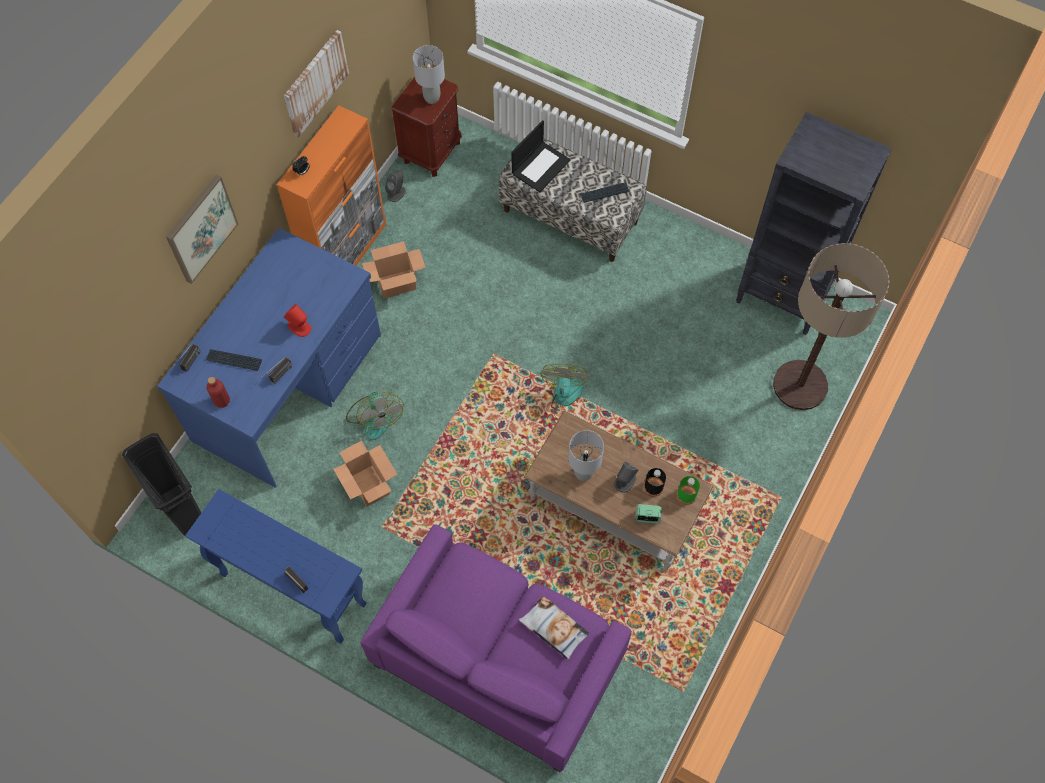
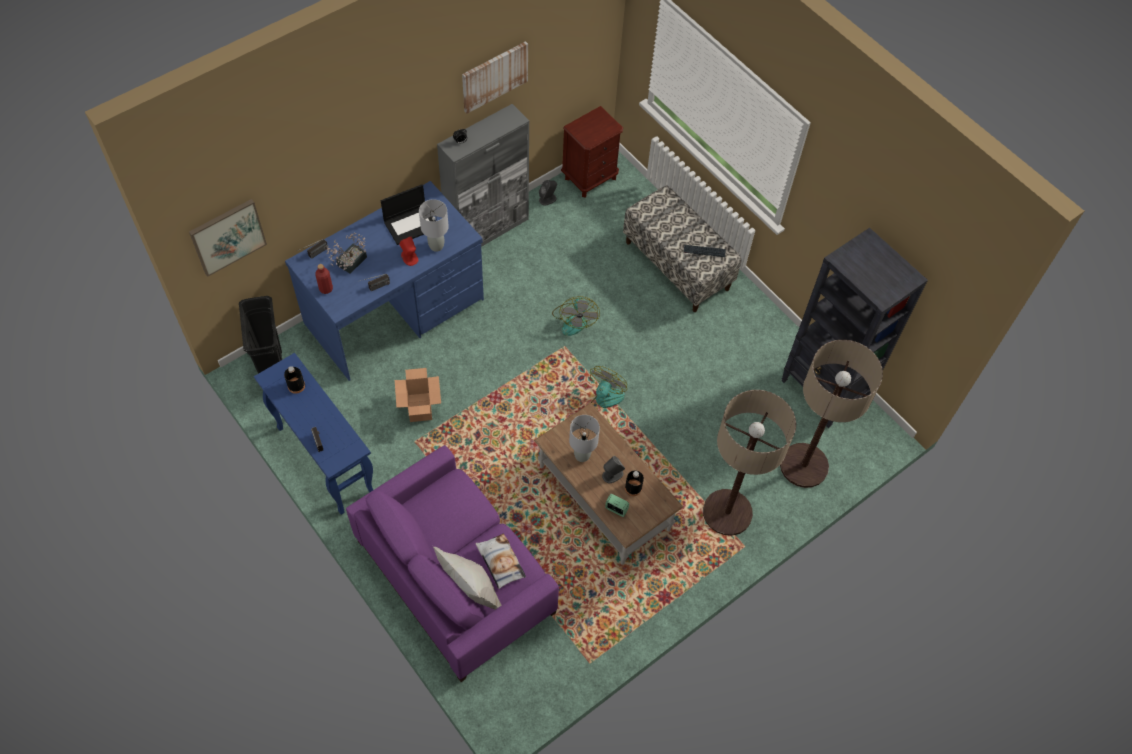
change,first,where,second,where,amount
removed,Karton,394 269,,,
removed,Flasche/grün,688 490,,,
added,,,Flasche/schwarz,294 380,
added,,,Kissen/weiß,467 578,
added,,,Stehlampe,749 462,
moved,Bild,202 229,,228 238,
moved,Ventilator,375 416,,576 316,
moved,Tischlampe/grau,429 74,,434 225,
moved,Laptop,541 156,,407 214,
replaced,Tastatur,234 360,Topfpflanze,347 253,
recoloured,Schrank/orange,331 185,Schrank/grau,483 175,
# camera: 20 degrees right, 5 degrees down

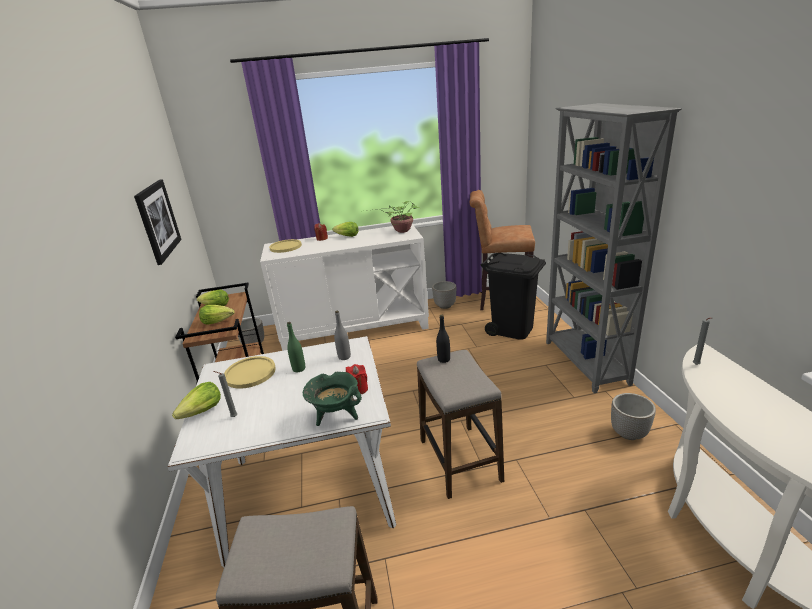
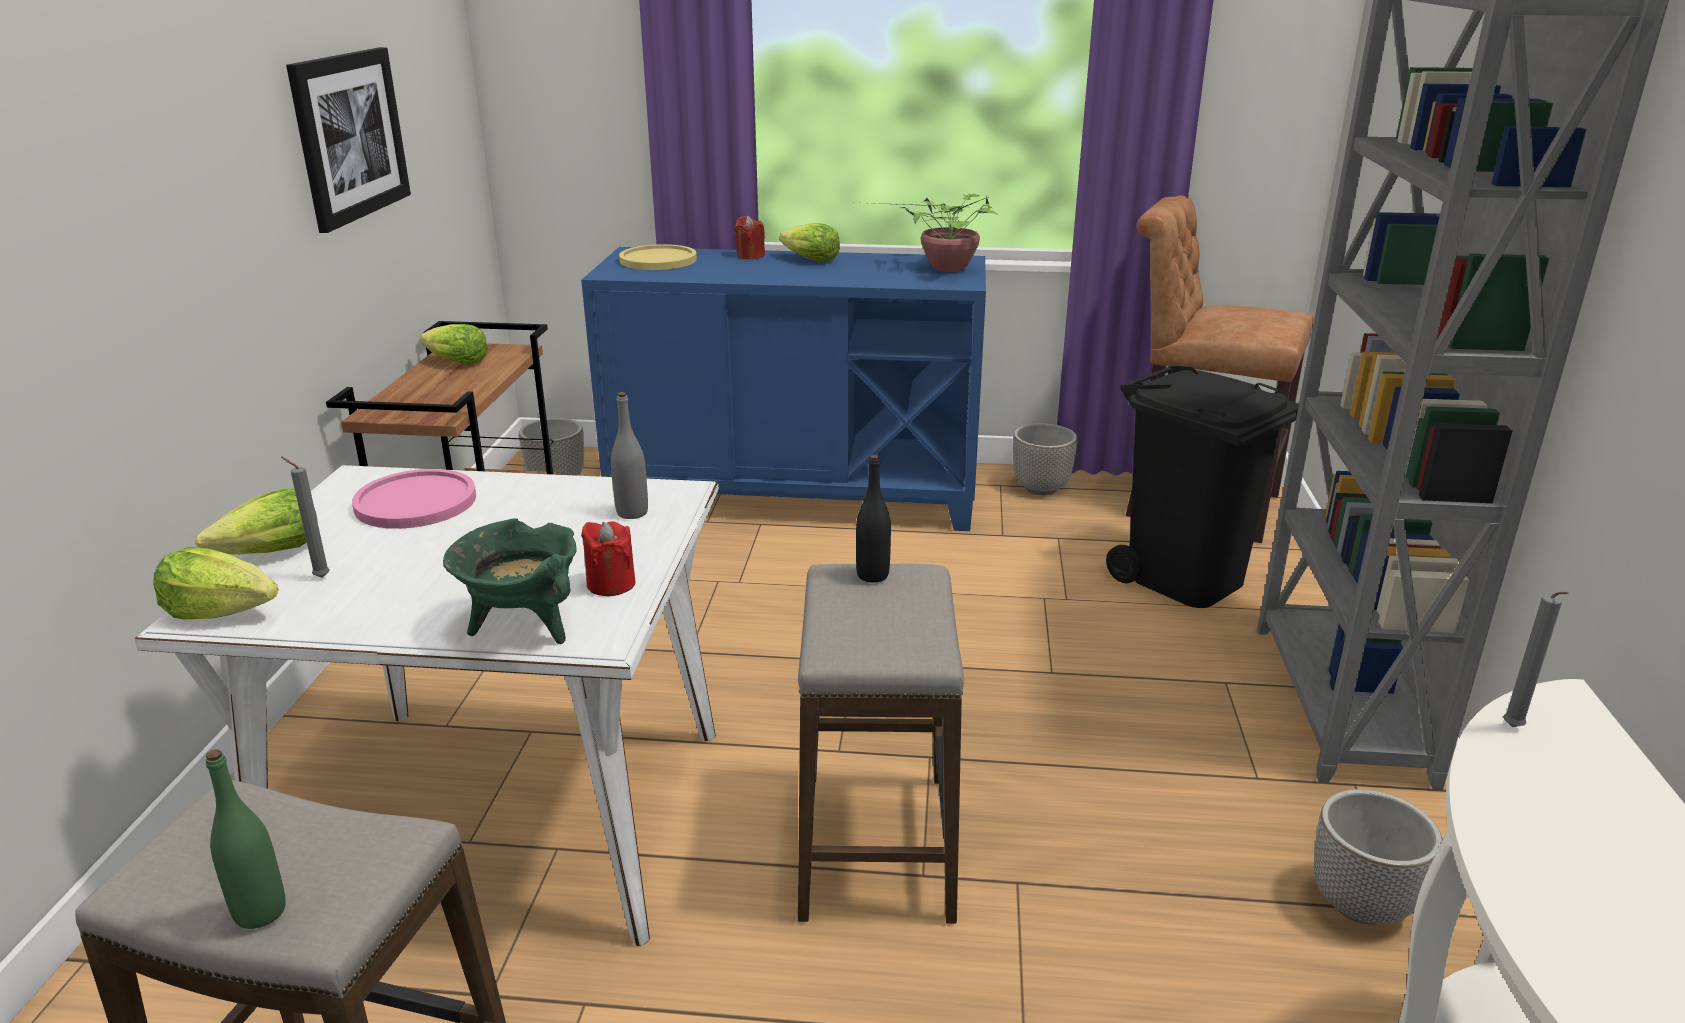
change,first,where,second,where,amount
moved,Salatkopf,217 315,,216 583,
moved,Flasche/grün,296 347,,246 839,
recoloured,Teller/gelb,250 372,Teller/rosa,414 499,
recoloured,Schrank/weiß,344 287,Schrank/blau,783 389,
# camera: 15 degrees right, 0 degrees up

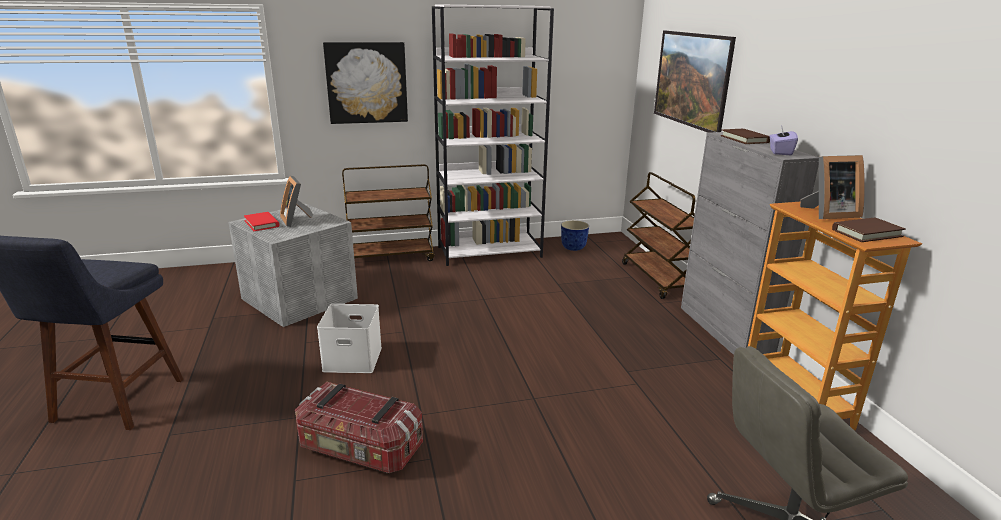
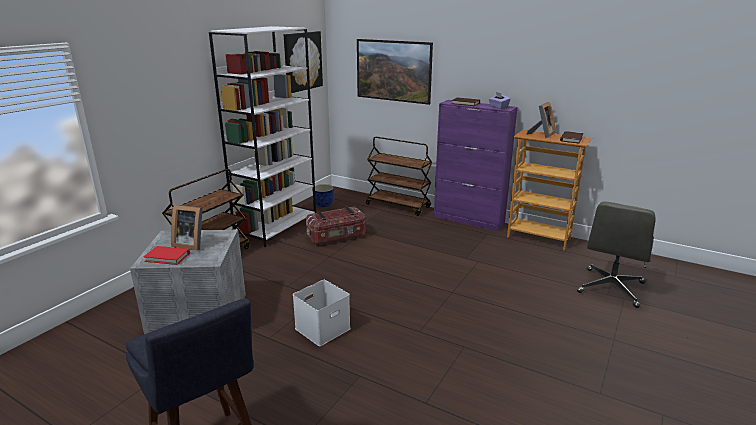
change,first,where,second,where,amount
moved,Aufbewahrungsbox,359 427,,335 226,
moved,Bild,365 83,,303 62,
recoloured,Schrank/grau,750 243,Schrank/lila,476 165,
# camera: 45 degrees left, 0 degrees up

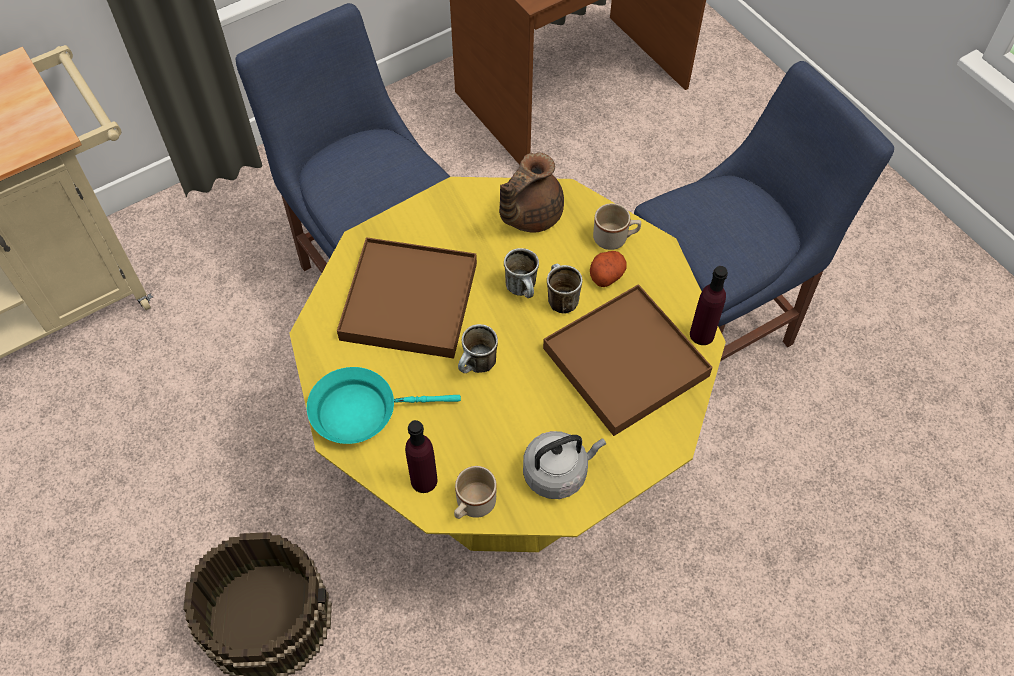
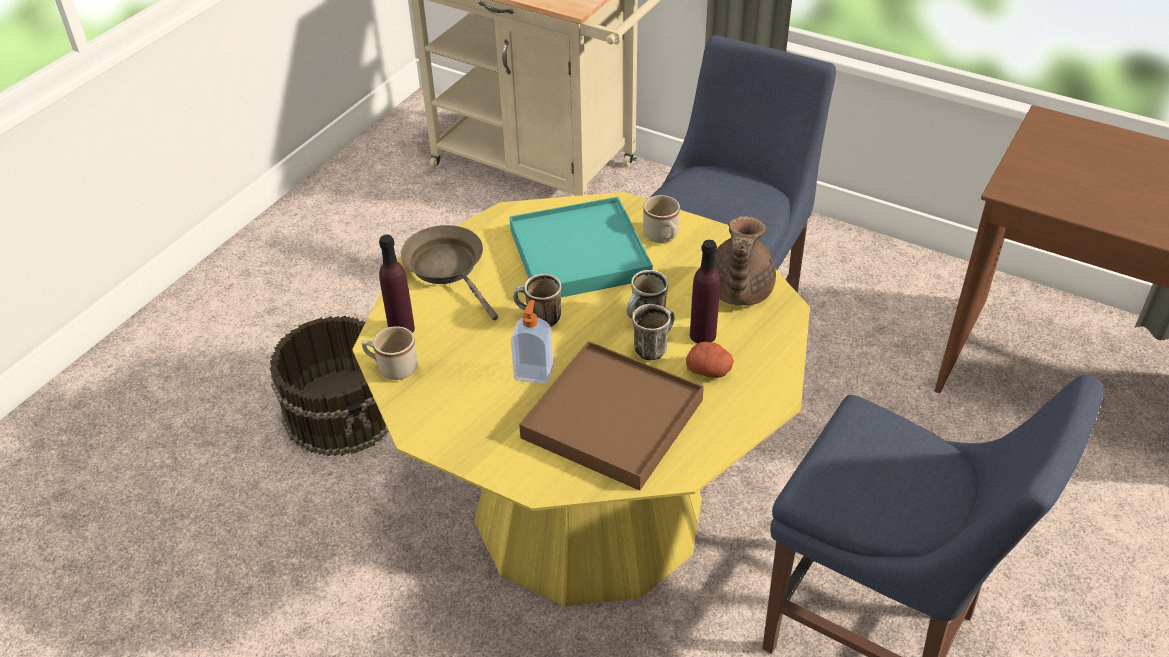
change,first,where,second,where,amount
removed,Wasserkessel/grau,564 465,,,
added,,,Seifenspender,532 342,
moved,Henkelbecher/beige,617 226,,661 219,
moved,Flasche/lila,709 305,,705 291,
recoloured,Pfanne/türkis,384 405,Pfanne/braun,449 272,
recoloured,Tablett/braun,407 297,Tablett/türkis,581 247,
turned,Teekanne/braun,531 192,,745 261,90 degrees counterclockwise
# camera: 65 degrees right, 15 degrees down

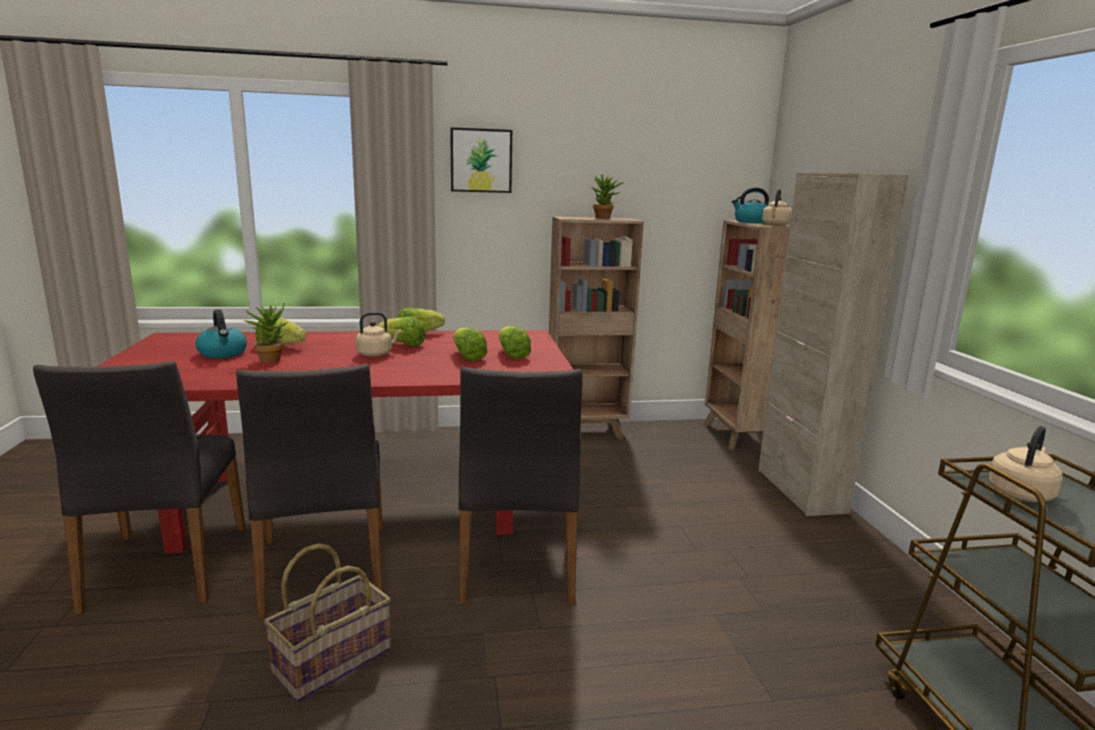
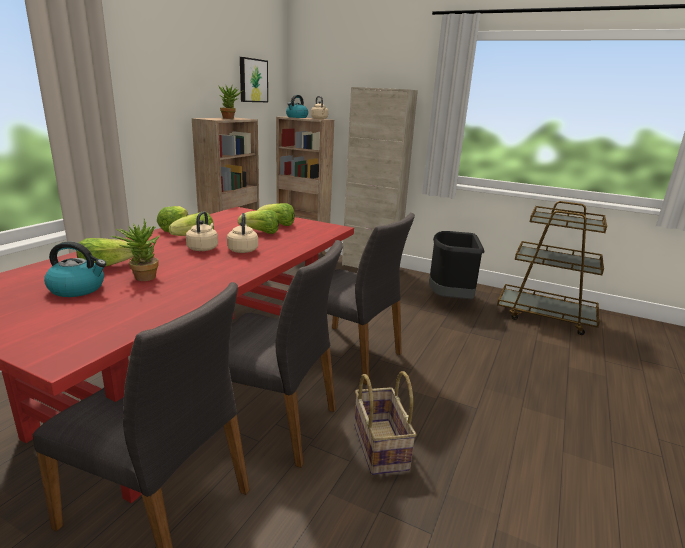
change,first,where,second,where,amount
added,,,Mülleimer/schwarz,456 265,
moved,Bild,481 160,,254 79,
moved,Wasserkessel/beige,1025 464,,242 233,
# camera: 55 degrees left, 5 degrees up

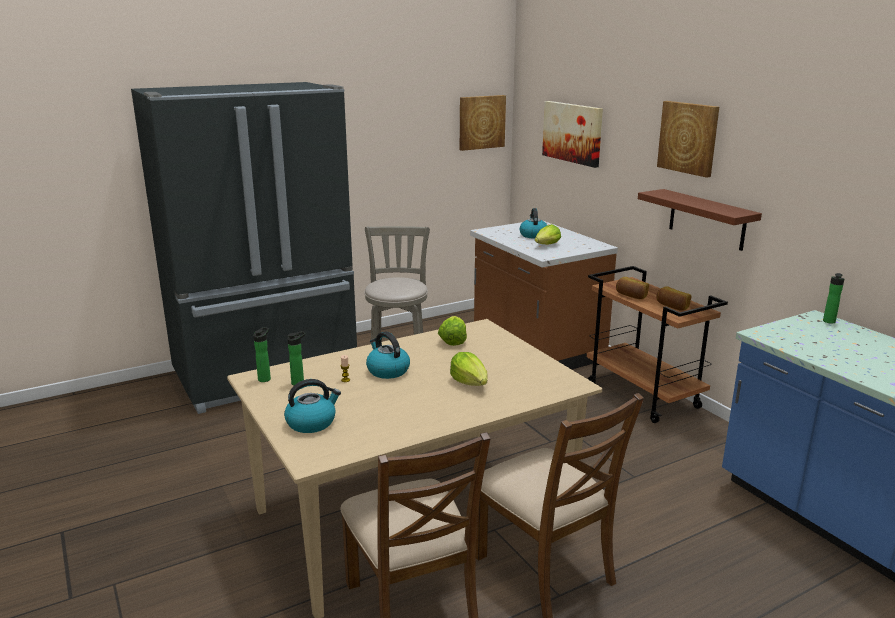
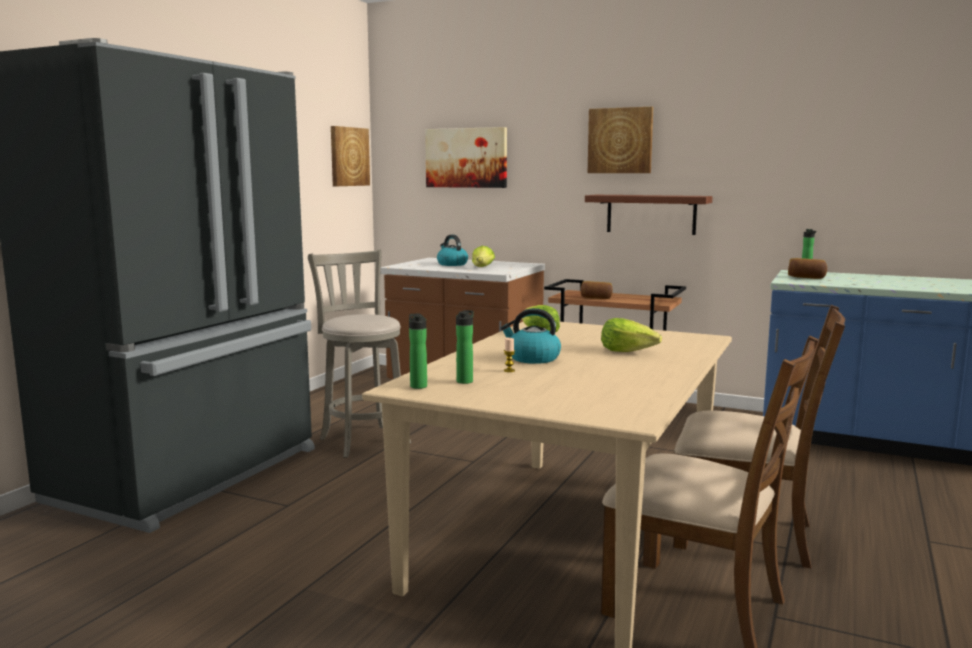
change,first,where,second,where,amount
removed,Wasserkessel,312 406,,,
moved,Brot,674 298,,807 268,
# camera: 35 degrees left, 10 degrees down

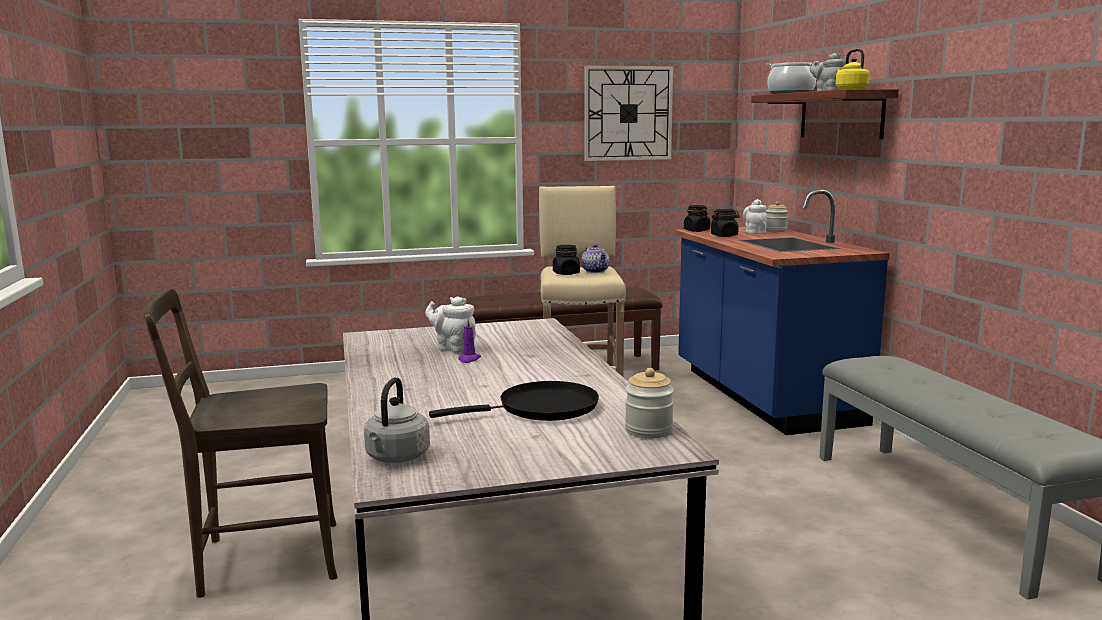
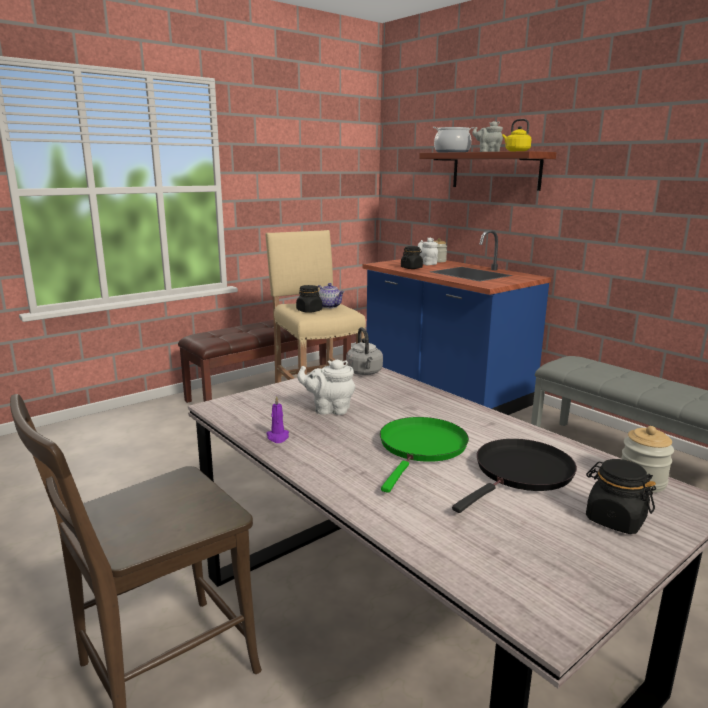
change,first,where,second,where,amount
removed,Wanduhr,628 113,,,
added,,,Pfanne/grün,424 455,
moved,Wasserkessel/grau,397 420,,364 351,
moved,Kerze/lila,469 341,,277 419,
moved,Vorratsglas/schwarz,697 218,,621 496,
# camera: 25 degrees left, 5 degrees up

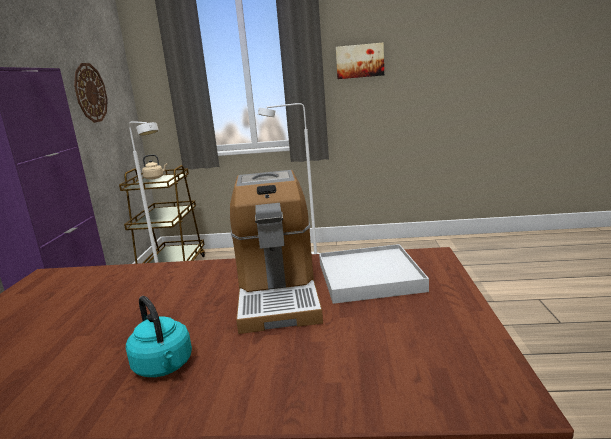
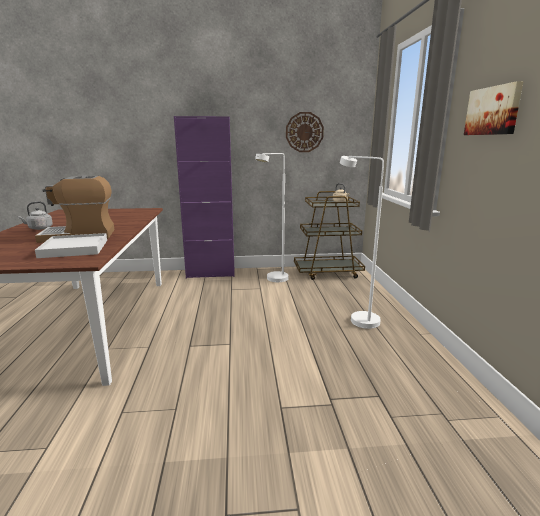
change,first,where,second,where,amount
recoloured,Wasserkessel/türkis,159 336,Wasserkessel/grau,35 215,
# camera: 80 degrees right, 0 degrees up

